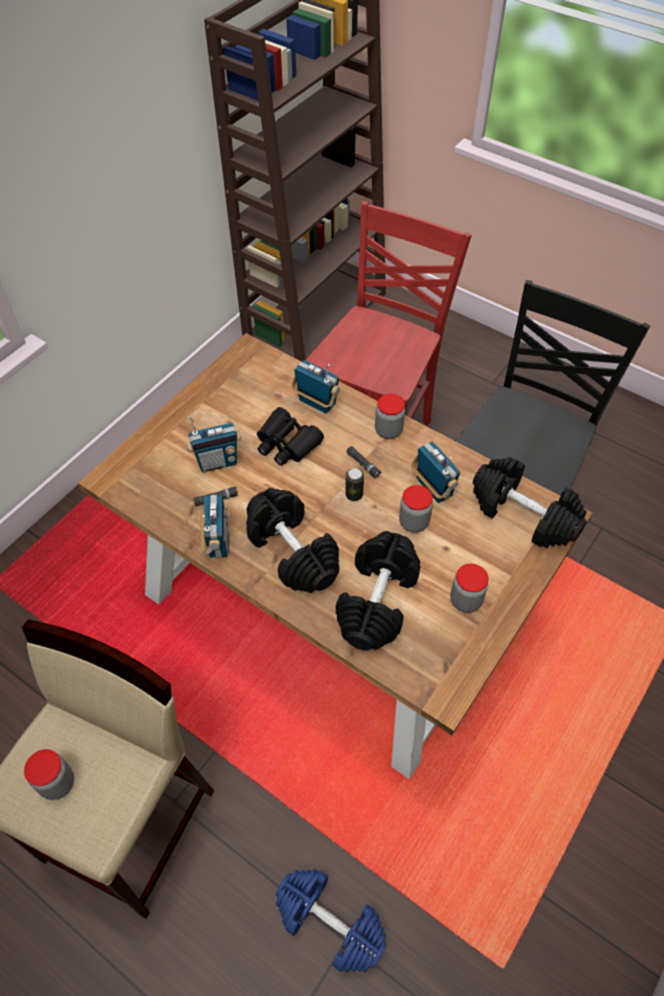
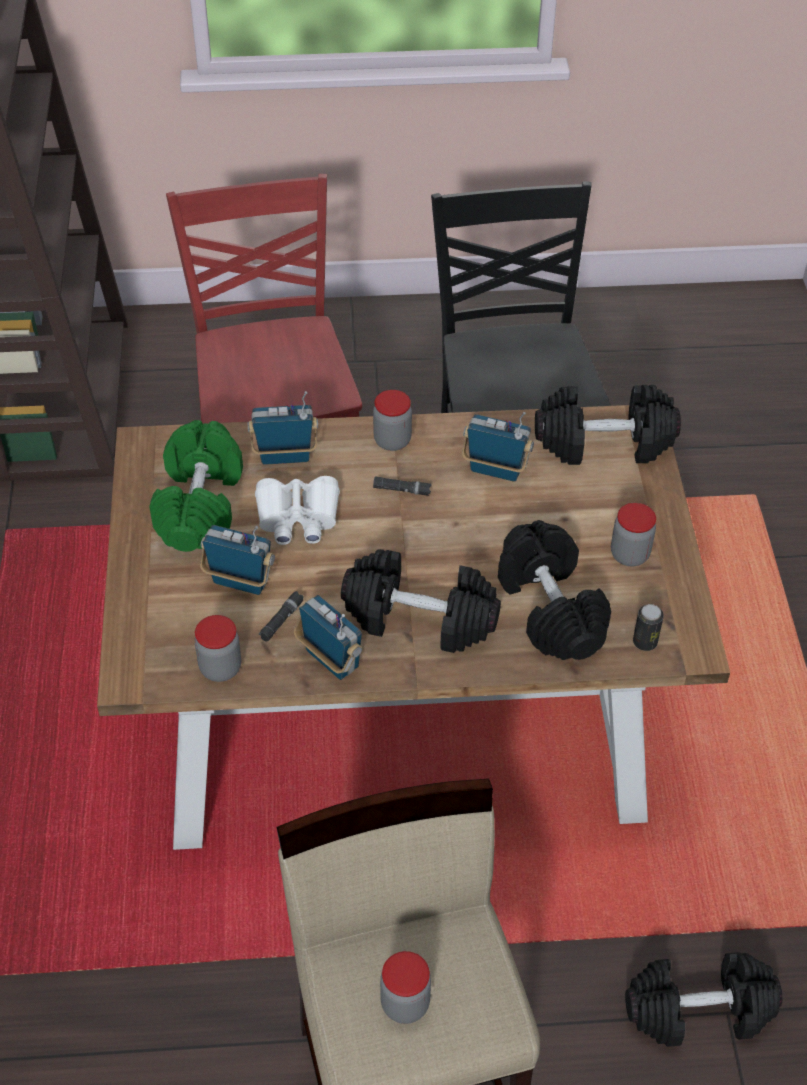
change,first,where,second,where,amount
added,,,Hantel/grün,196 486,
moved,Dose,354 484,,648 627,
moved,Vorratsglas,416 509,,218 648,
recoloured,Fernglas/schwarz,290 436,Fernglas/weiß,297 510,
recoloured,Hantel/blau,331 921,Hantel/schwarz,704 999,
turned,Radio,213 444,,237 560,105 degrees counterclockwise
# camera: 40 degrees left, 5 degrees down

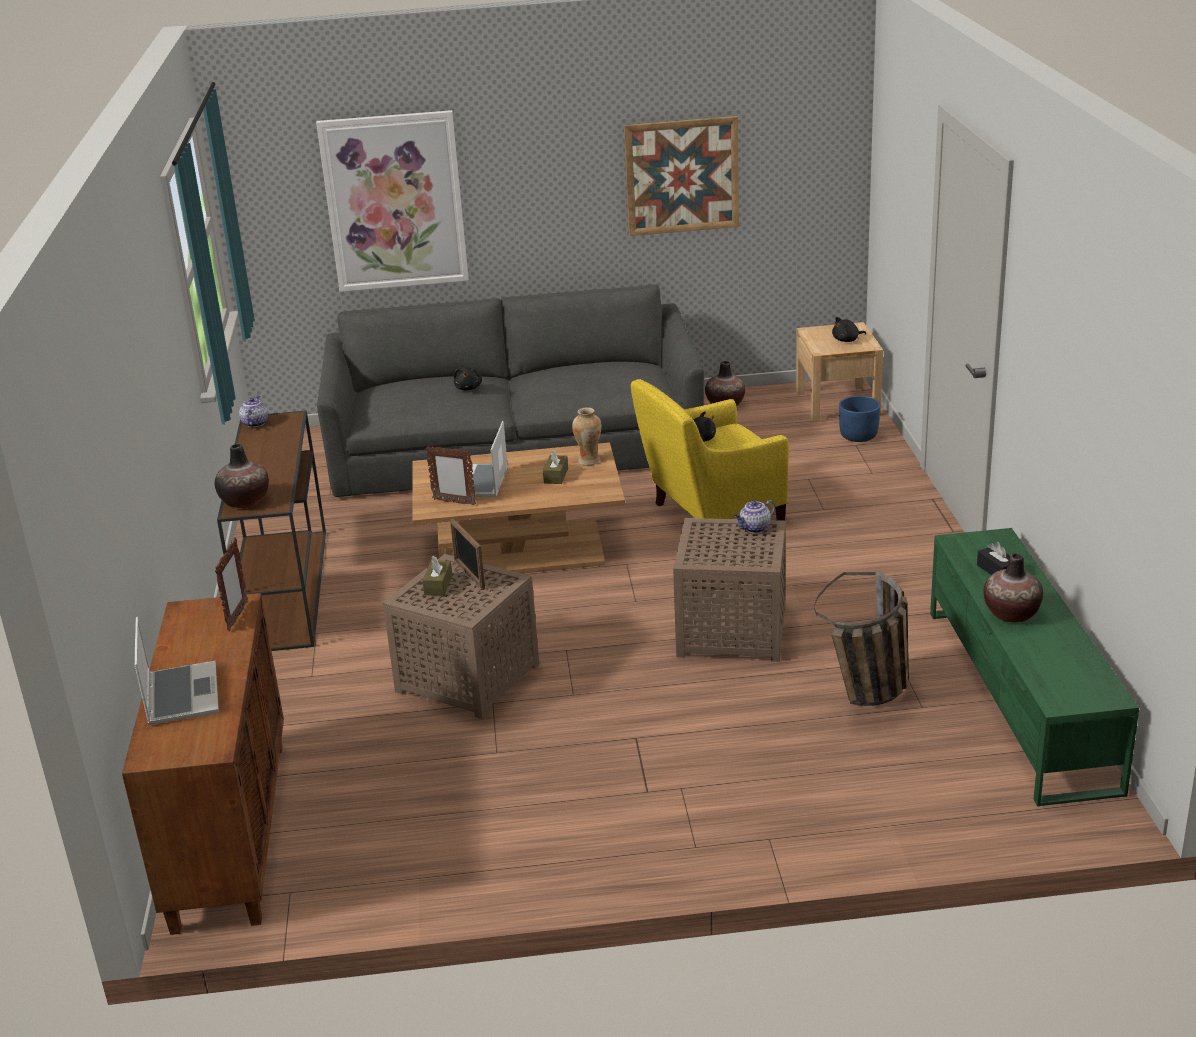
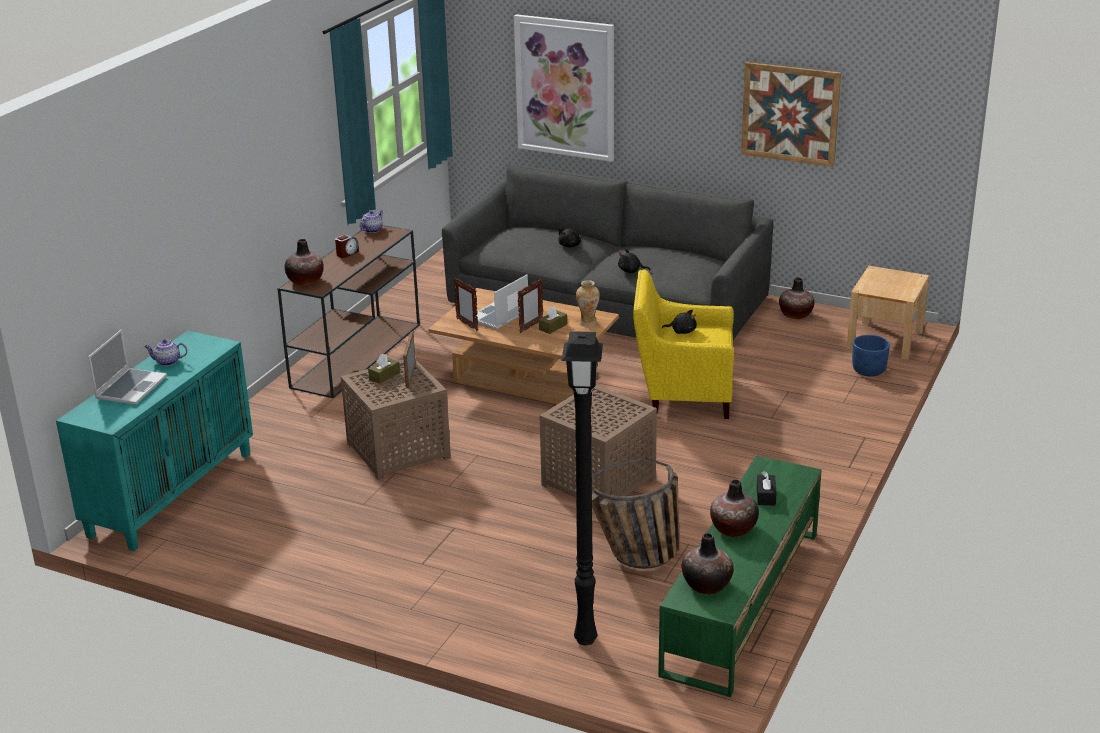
change,first,where,second,where,amount
added,,,Wecker,347 246,
added,,,Stehlampe/schwarz,582 488,
added,,,Vase,708 563,
moved,Bilderrahmen,231 584,,530 305,
moved,Teekanne,755 516,,166 352,
moved,Plüschtier/schwarz,849 329,,634 261,
recoloured,Schrank/braun,203 764,Schrank/türkis,154 441,
# camera: 30 degrees right, 0 degrees up

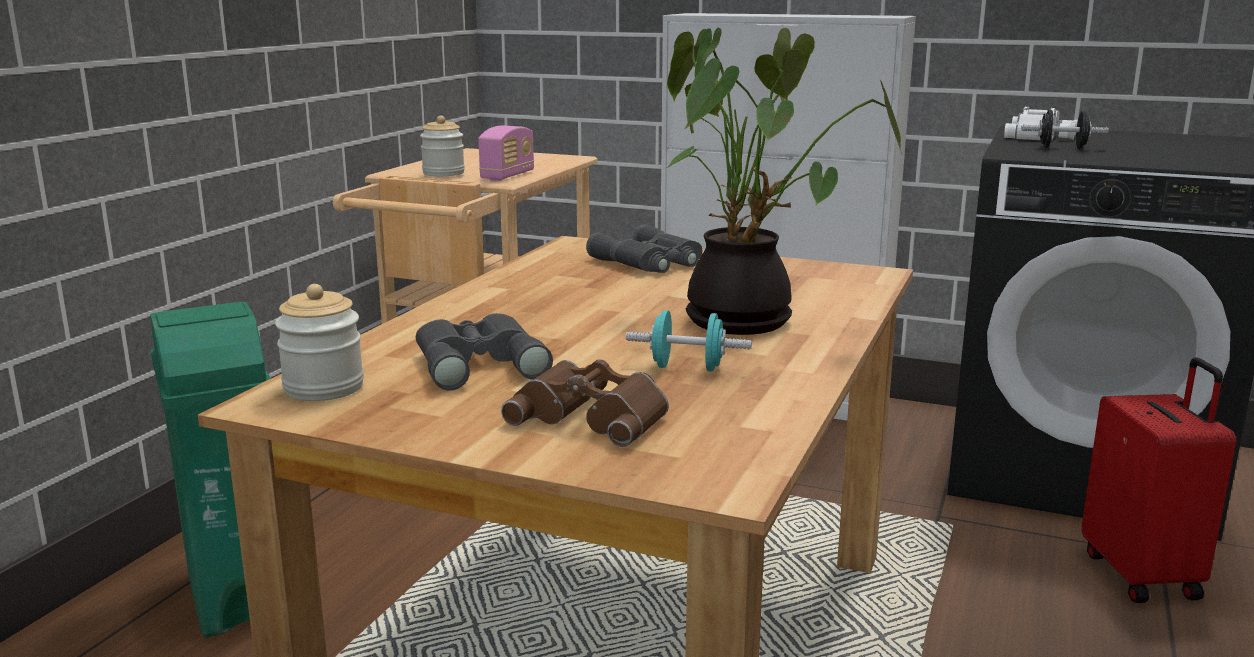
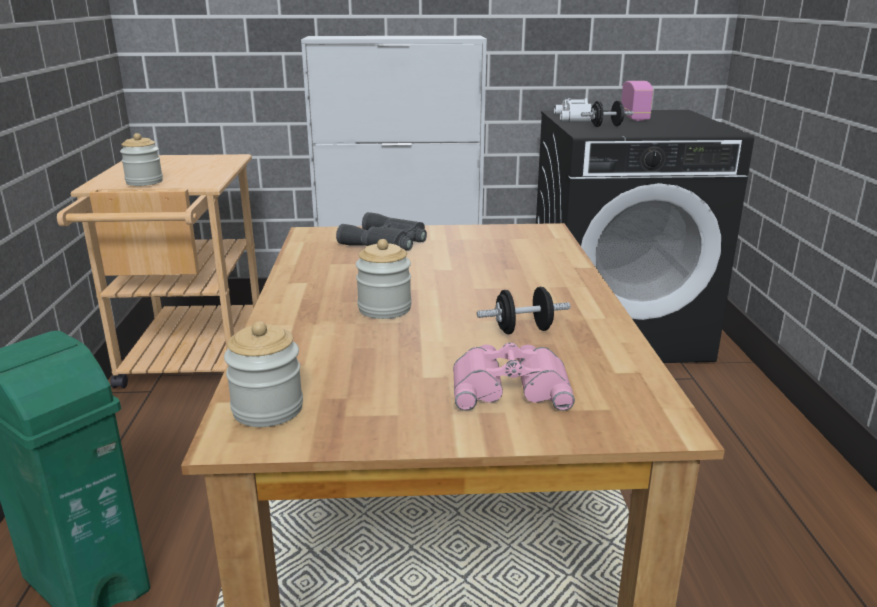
change,first,where,second,where,amount
removed,Fernglas/grau,484 352,,,
removed,Topfpflanze,784 181,,,
removed,Koffer/rot,1158 480,,,
added,,,Vorratsglas,384 279,
moved,Radio,506 153,,637 101,
recoloured,Fernglas/braun,585 403,Fernglas/rosa,514 376,
recoloured,Hantel/türkis,689 341,Hantel/schwarz,524 310,
# camera: 25 degrees left, 5 degrees up

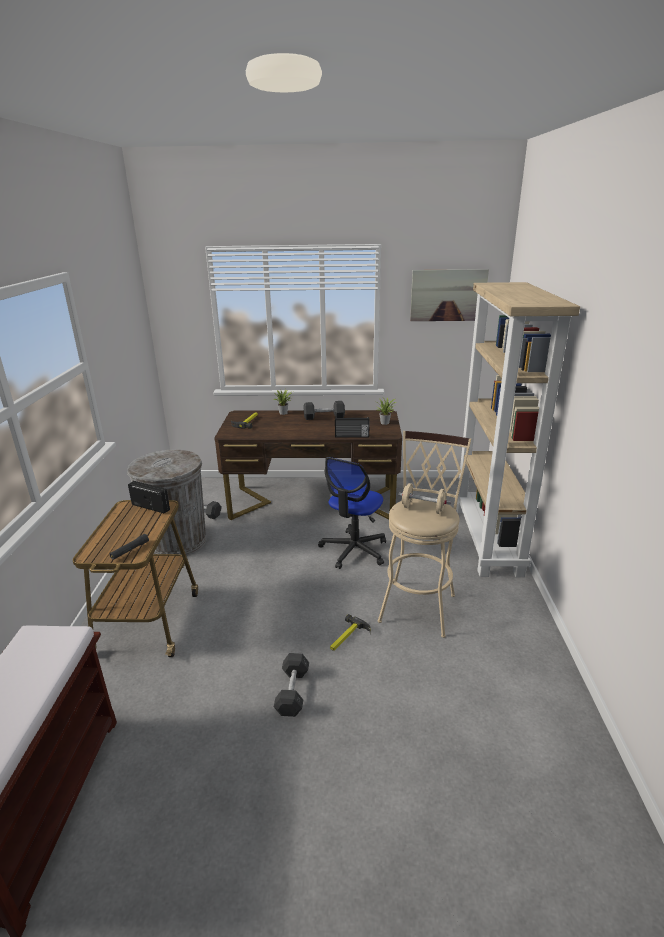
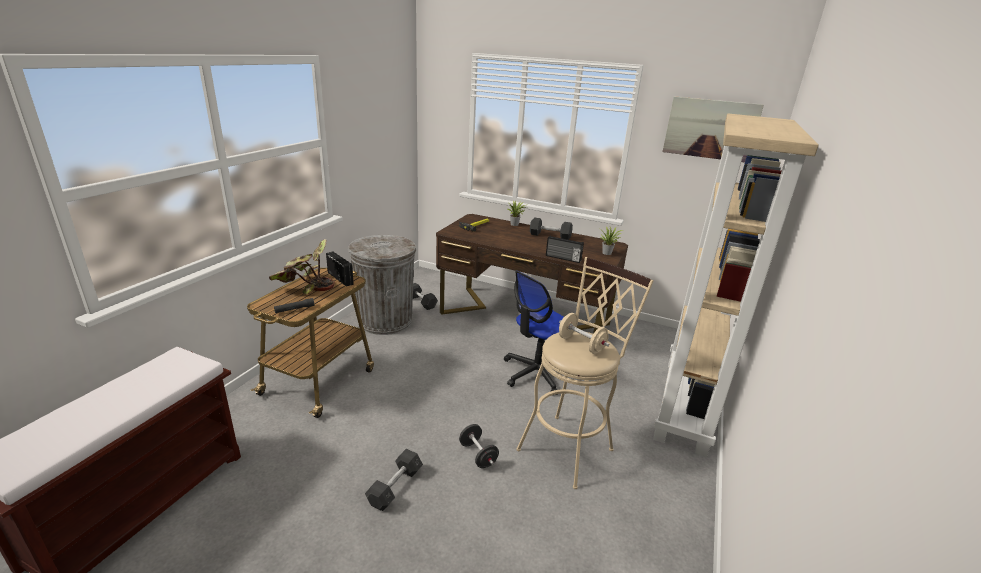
change,first,where,second,where,amount
added,,,Topfpflanze,302 266,
replaced,Hammer,350 632,Hantel/schwarz,479 446,
# camera: 20 degrees right, 0 degrees up

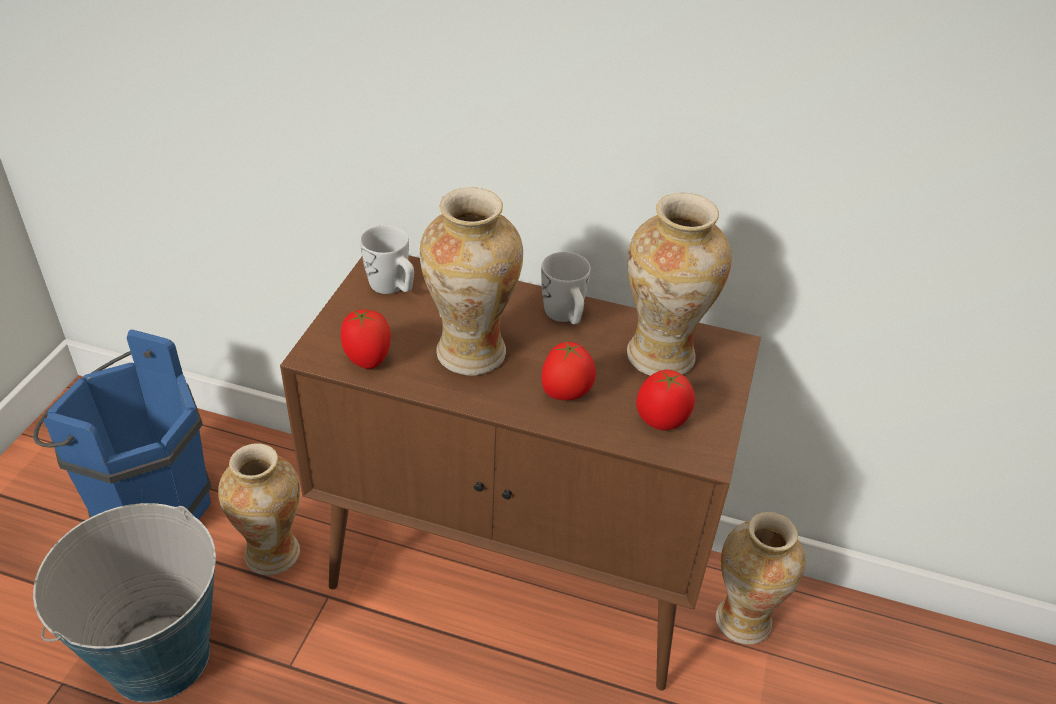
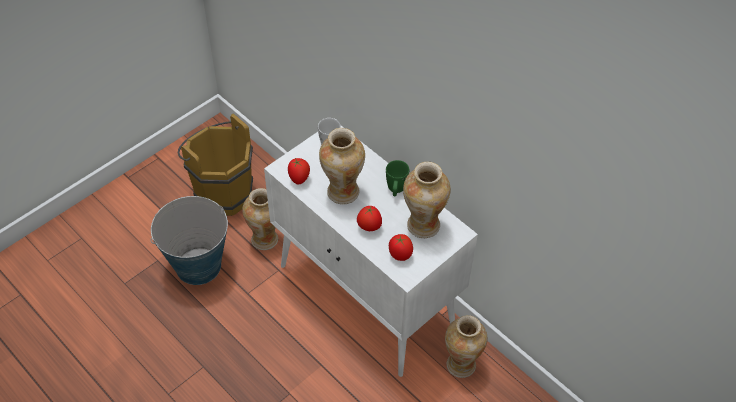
change,first,where,second,where,amount
recoloured,Eimer/blau,122 425,Eimer/braun,215 165,
recoloured,Schrank/braun,520 473,Schrank/weiß,371 251,
recoloured,Henkelbecher/weiß,566 288,Henkelbecher/grün,397 178,
# camera: 30 degrees right, 10 degrees up

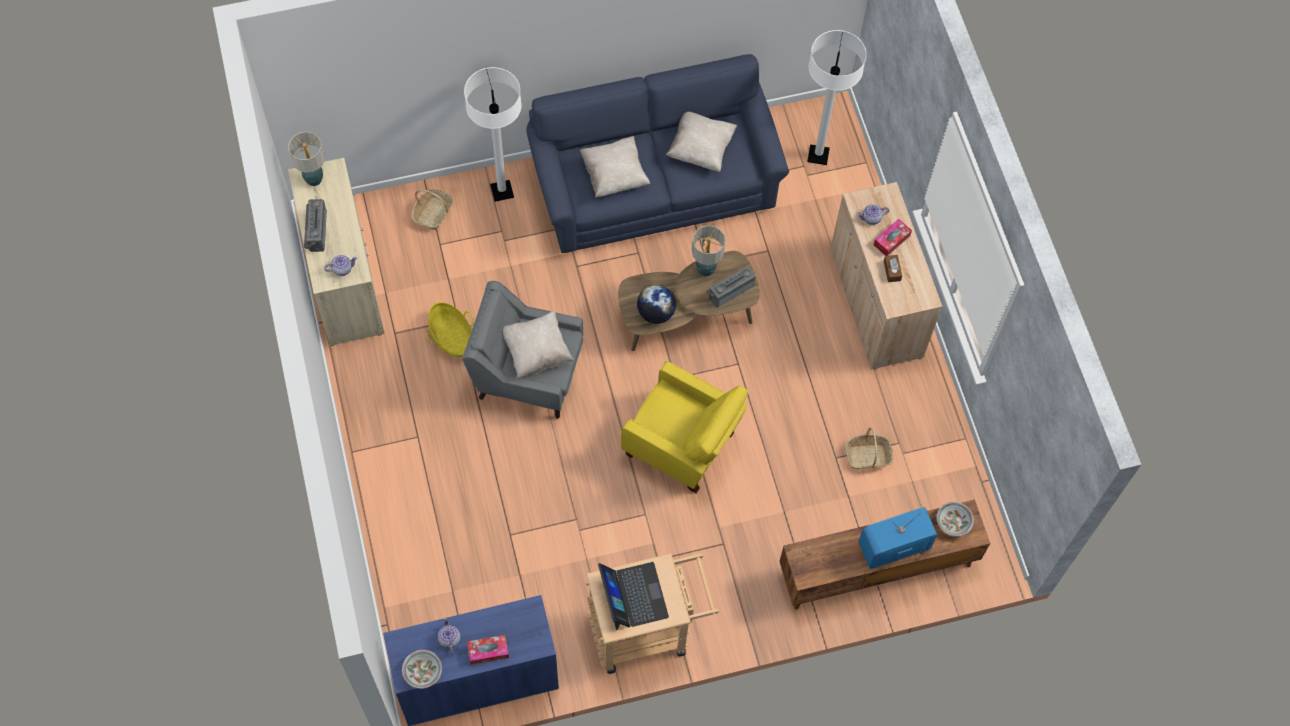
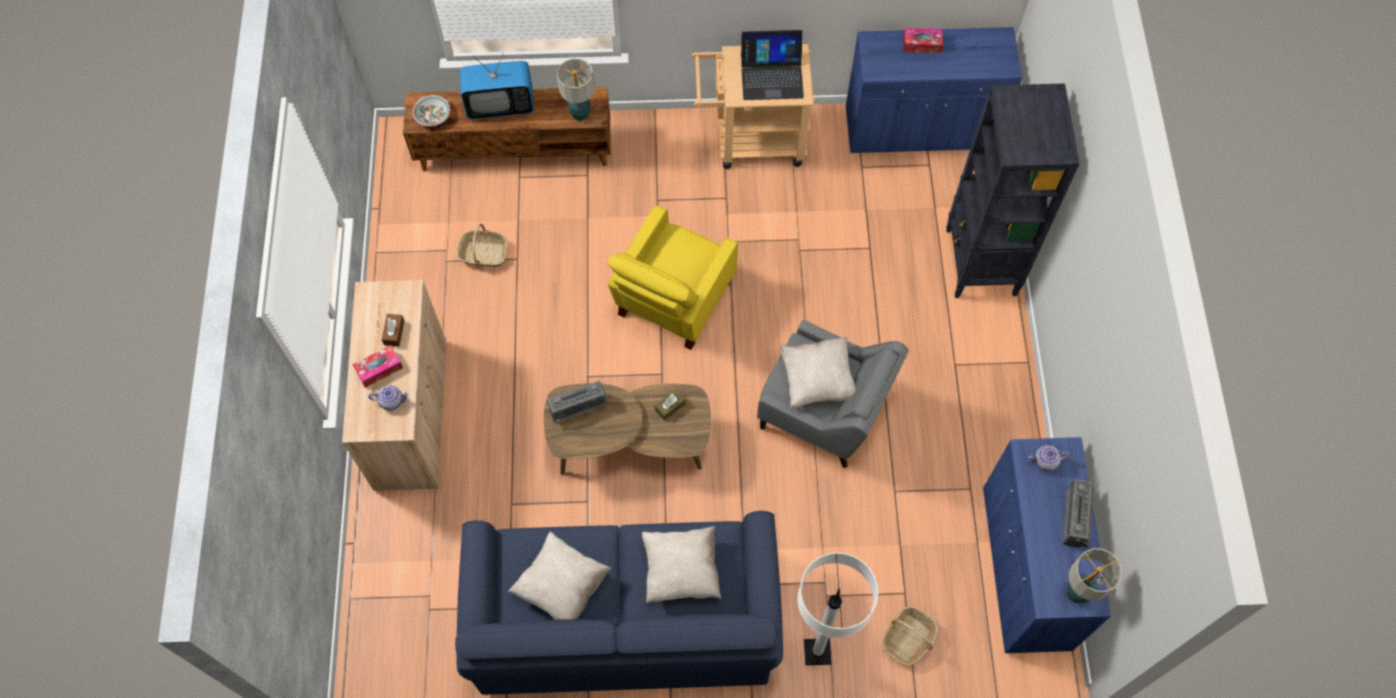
change,first,where,second,where,amount
removed,Schüssel,422 669,,,
removed,Korb,450 329,,,
removed,Teekanne,449 635,,,
removed,Stehlampe/weiß,836 97,,,
added,,,Bücherregal/schwarz,1013 190,
moved,Tischlampe,708 251,,576 90,
replaced,Globus,656 304,Taschentuchbox/braun,670 404,
recoloured,Schrank/beige,336 252,Schrank/blau,1047 545,
turned,Laptop,633 596,,772 65,90 degrees counterclockwise
turned,Sessel/gelb,684 427,,672 277,105 degrees counterclockwise
# camera: 165 degrees left, 0 degrees up

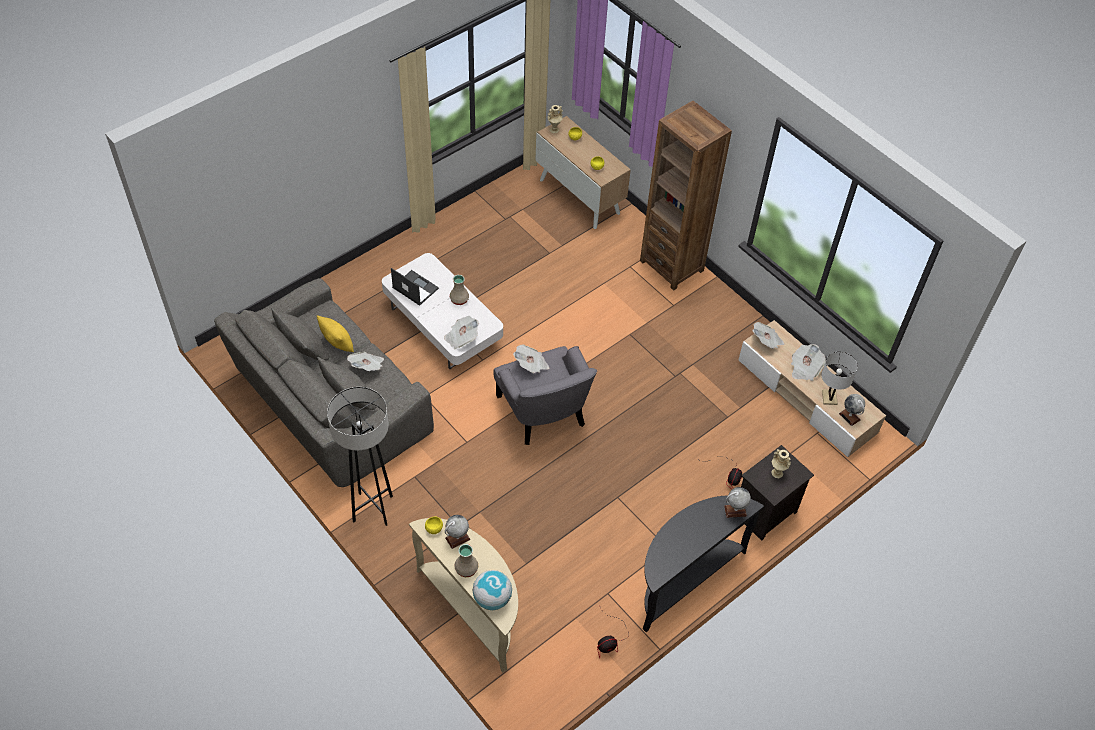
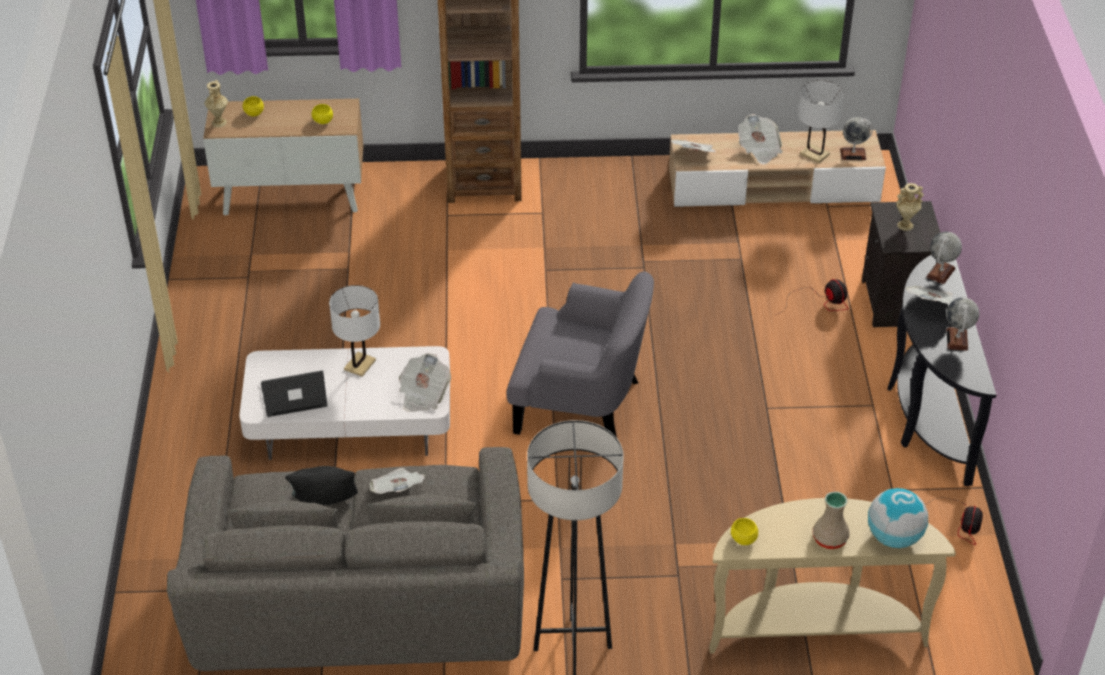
change,first,where,second,where,amount
moved,Globus,457 532,,962 324,
moved,Zeitung,531 358,,930 295,
replaced,Vase/beige,459 290,Tischlampe/weiß,354 331,
recoloured,Kissen/gelb,335 333,Kissen/schwarz,321 485,
# camera: 50 degrees left, 10 degrees down

